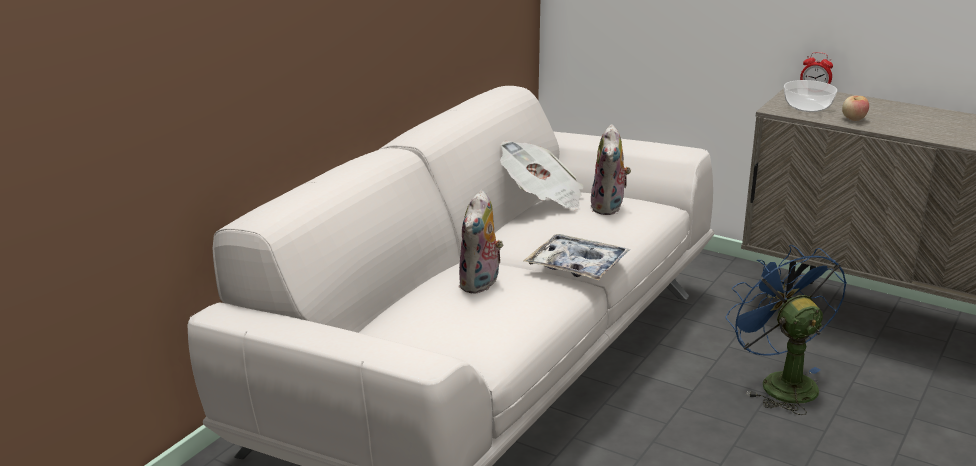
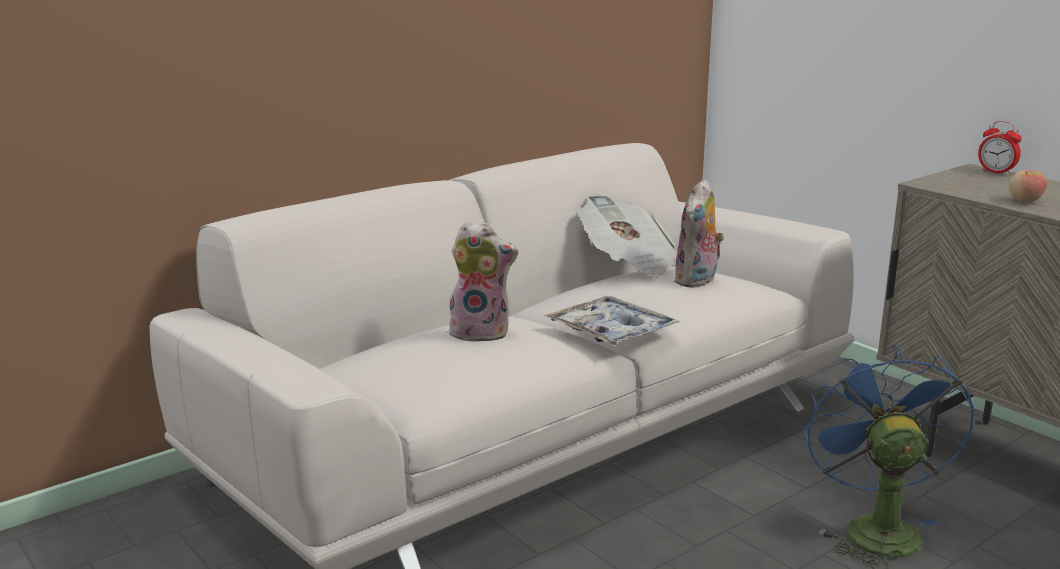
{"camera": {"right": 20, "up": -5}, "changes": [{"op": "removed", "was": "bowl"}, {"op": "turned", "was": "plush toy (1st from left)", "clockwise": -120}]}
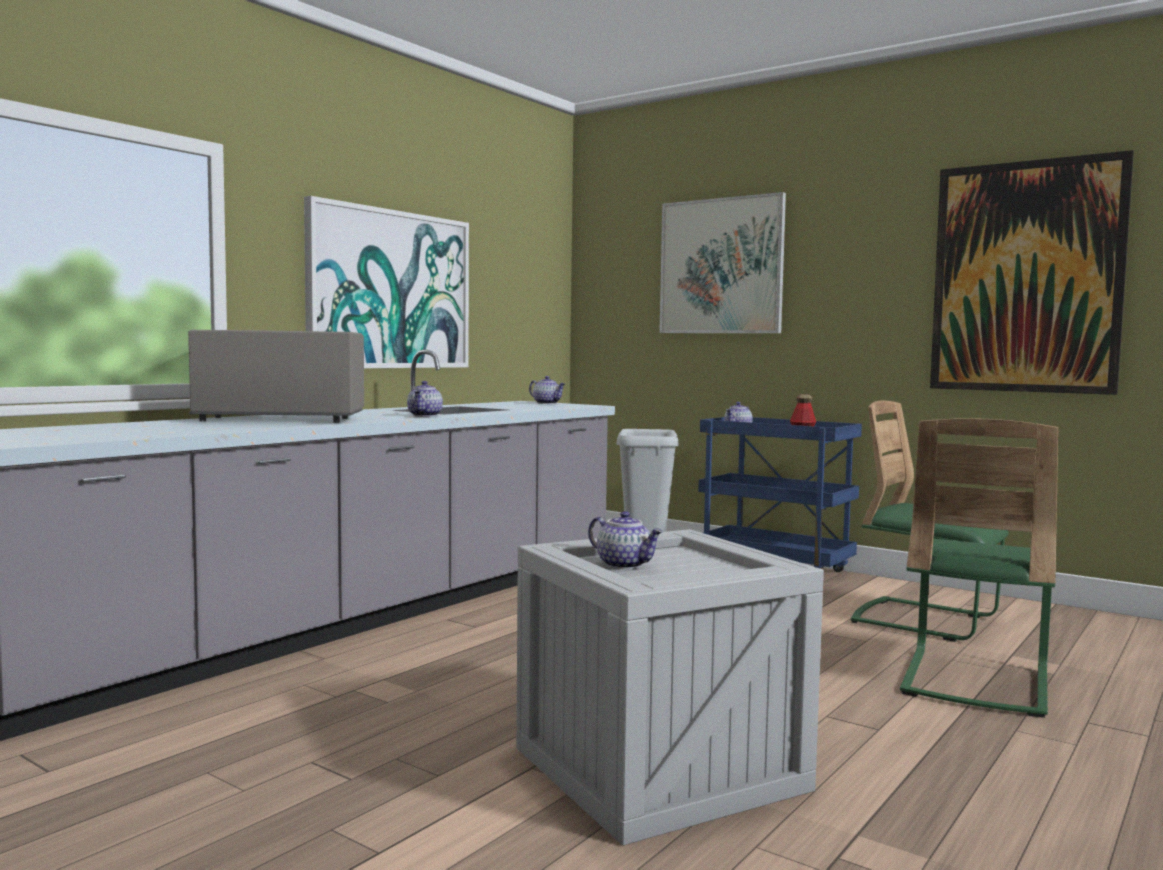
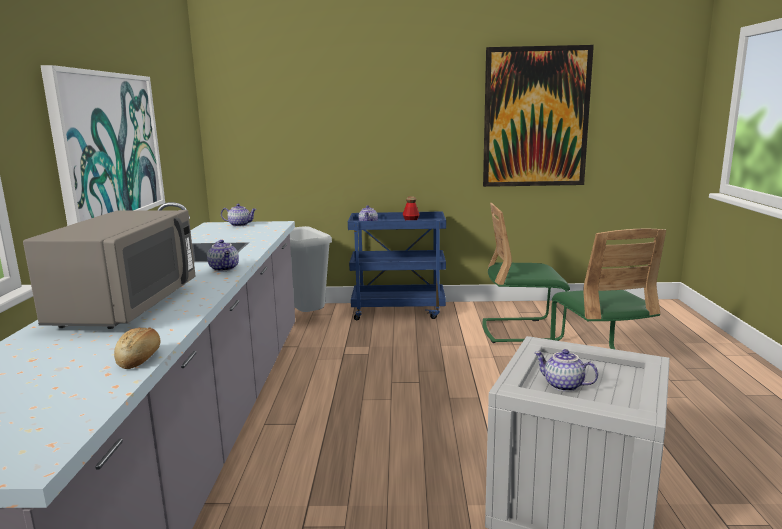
{"camera": {"right": -35, "up": 10}, "changes": [{"op": "removed", "was": "picture (2nd from left)"}, {"op": "added", "now": "bread"}, {"op": "turned", "was": "microwave/grey", "clockwise": 135}, {"op": "turned", "was": "teapot (3rd from left in the first image)", "clockwise": -150}]}
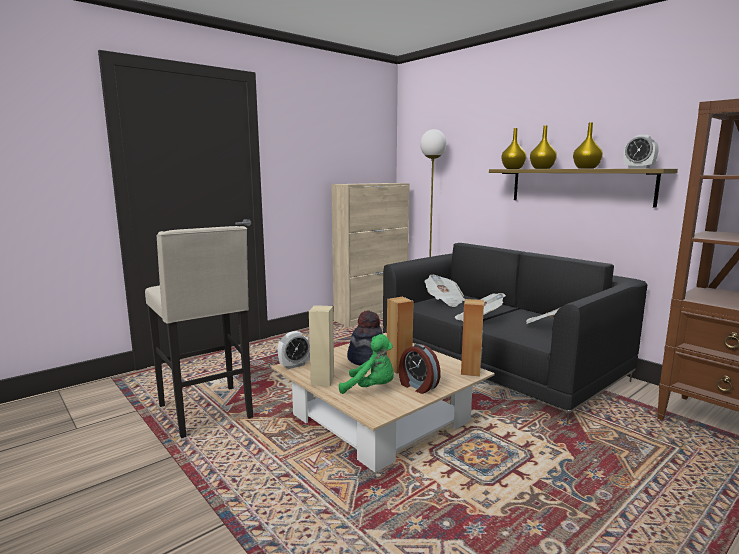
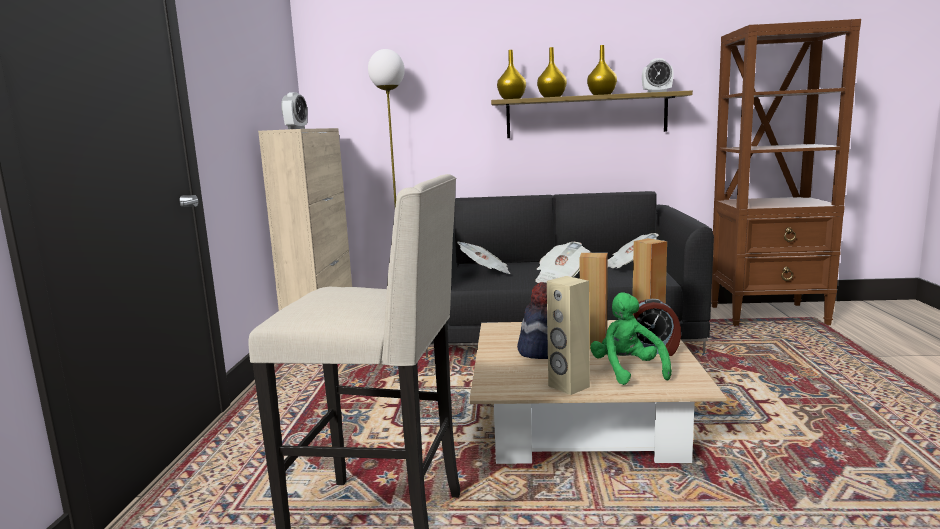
{"camera": {"right": -45, "up": 0}, "changes": [{"op": "moved", "was": "alarm clock (1st from left)"}, {"op": "turned", "was": "plush toy/green", "clockwise": -75}]}
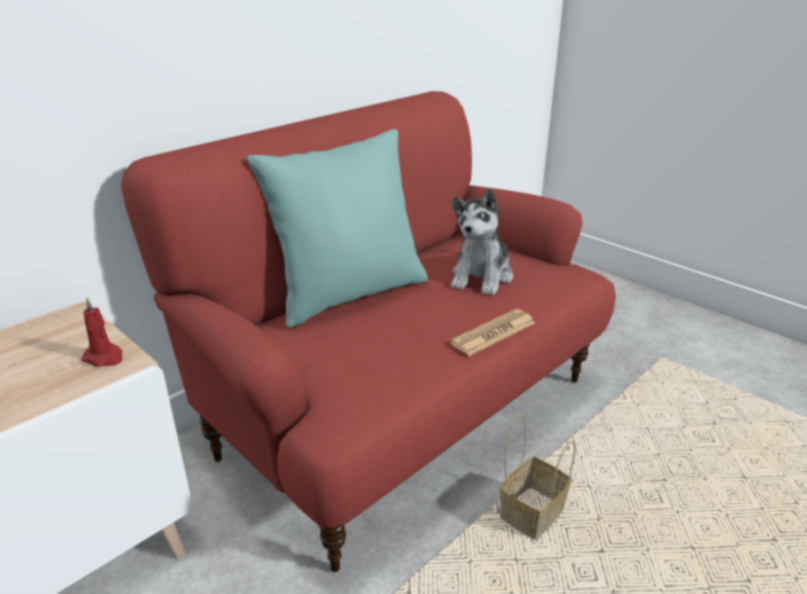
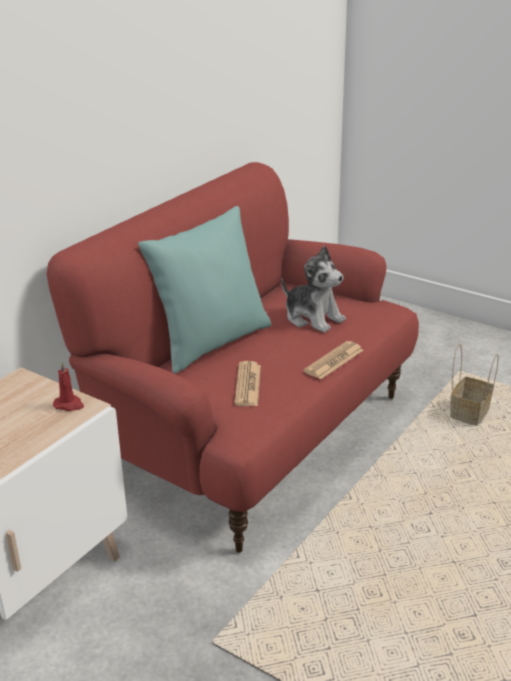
{"camera": {"right": -10, "up": 0}, "changes": [{"op": "added", "now": "newspaper (1st from left)"}, {"op": "moved", "was": "basket"}, {"op": "turned", "was": "plush toy", "clockwise": -60}]}
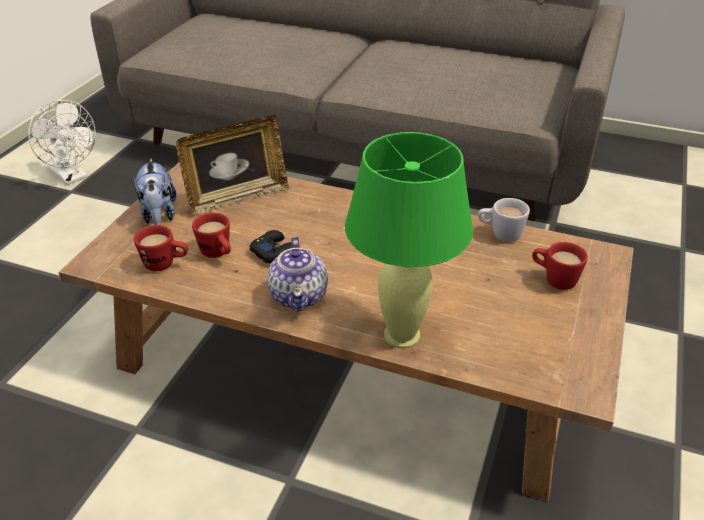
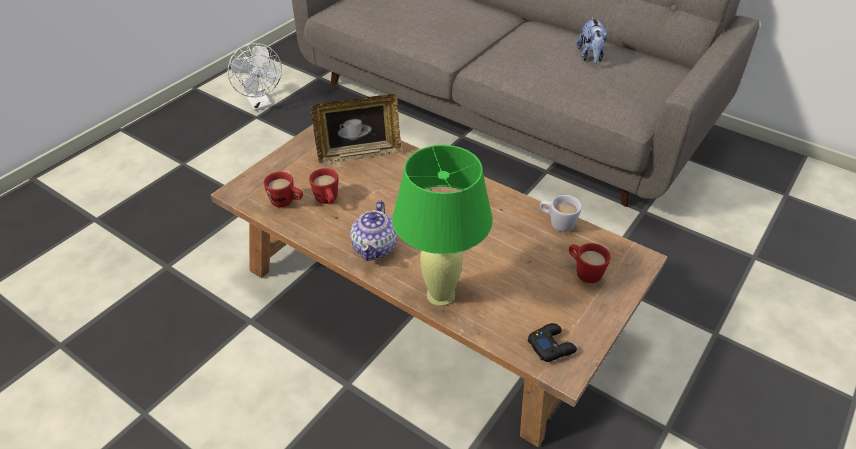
{"camera": {"right": 15, "up": 5}, "changes": [{"op": "moved", "was": "plush toy"}, {"op": "moved", "was": "game controller/black"}]}
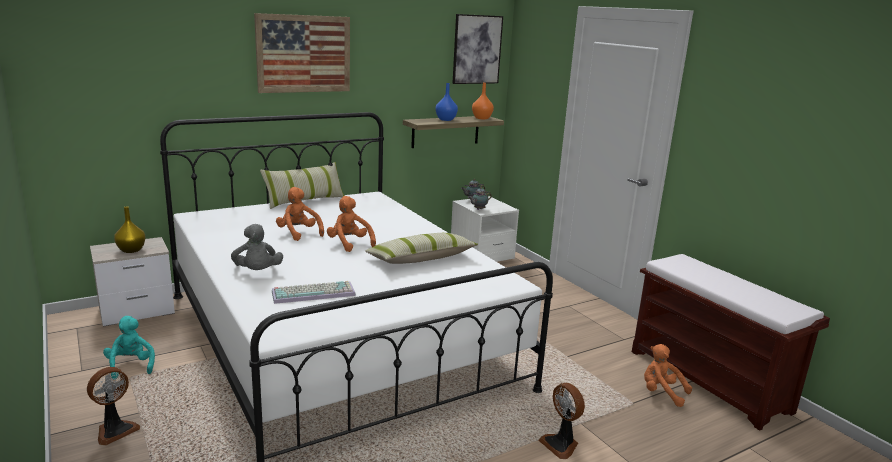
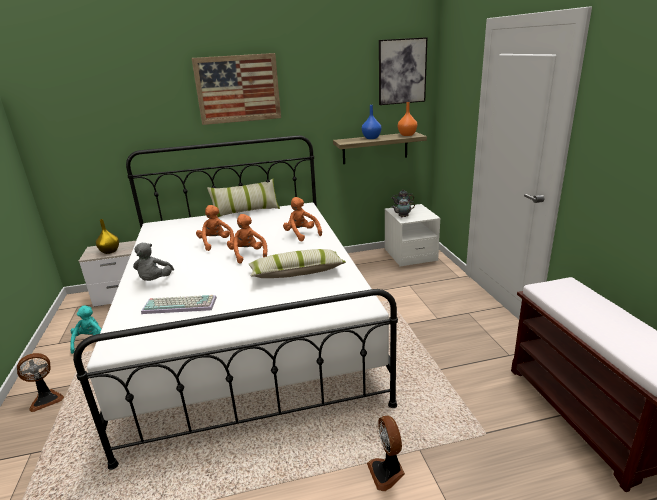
{"camera": {"right": 20, "up": 5}, "changes": [{"op": "moved", "was": "plush toy/orange (3rd from left)"}]}
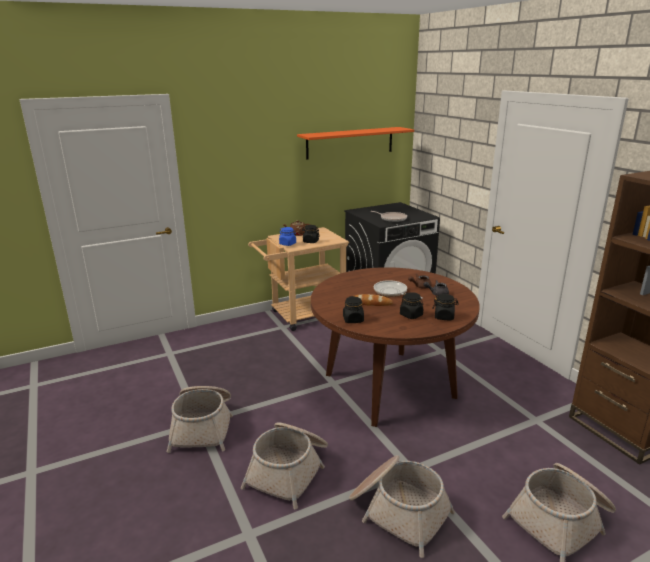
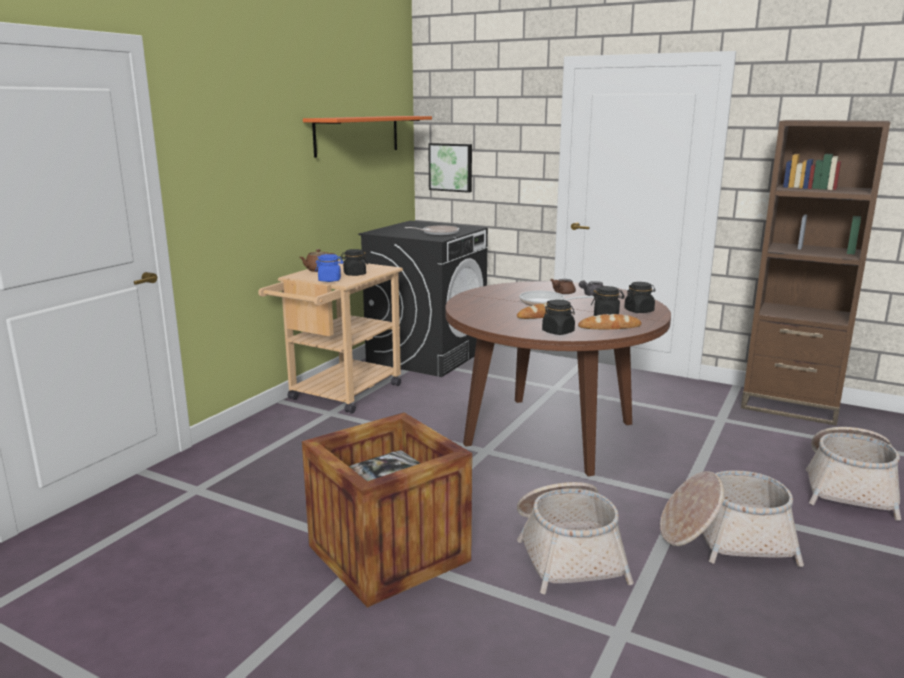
{"camera": {"right": -35, "up": -5}, "changes": [{"op": "added", "now": "picture"}, {"op": "added", "now": "bread (2nd from left)"}, {"op": "replaced", "was": "basket (1st from left)", "now": "crate"}]}
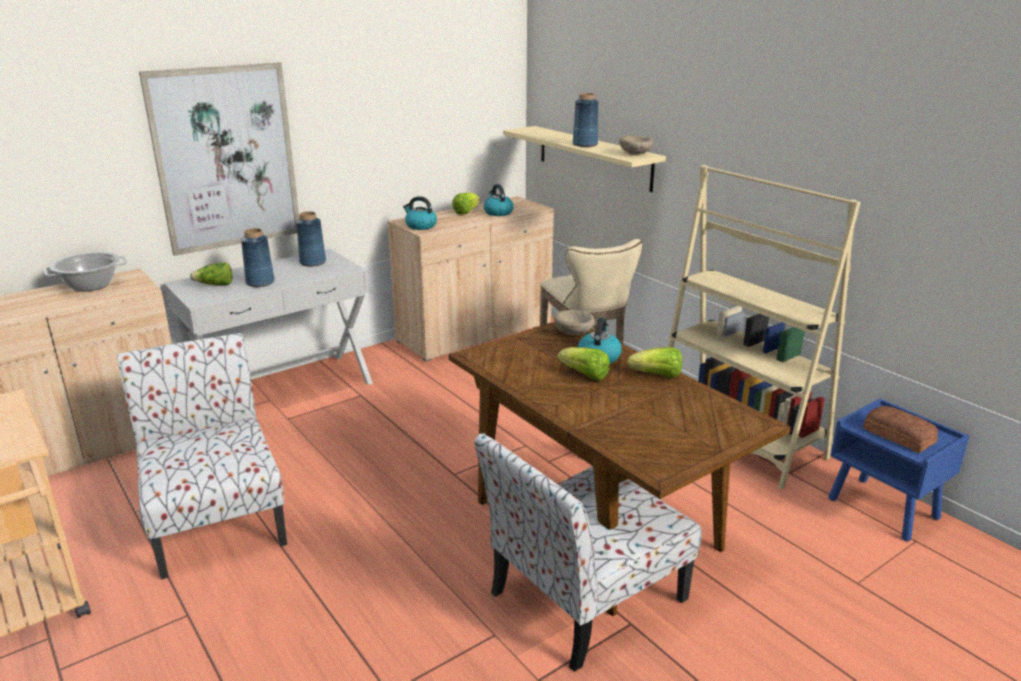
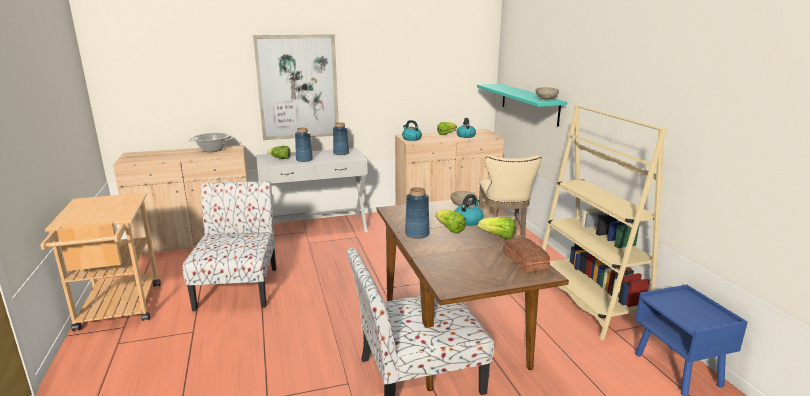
{"camera": {"right": 20, "up": -5}, "changes": [{"op": "moved", "was": "vase/blue (3rd from left)"}, {"op": "moved", "was": "bread"}, {"op": "recoloured", "was": "shelf/beige", "now": "shelf/turquoise"}]}
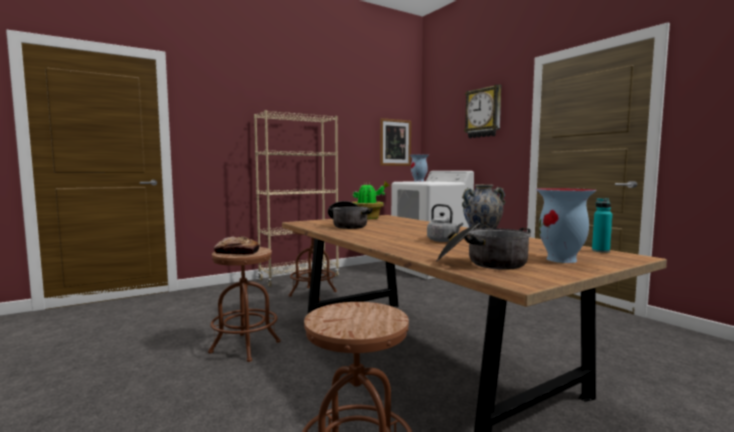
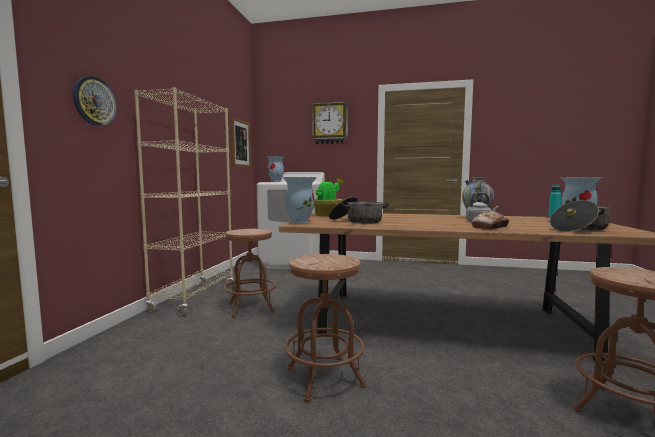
{"camera": {"right": -45, "up": 0}, "changes": [{"op": "added", "now": "wall clock (1st from left)"}, {"op": "added", "now": "vase (2nd from left)"}, {"op": "moved", "was": "bread"}]}
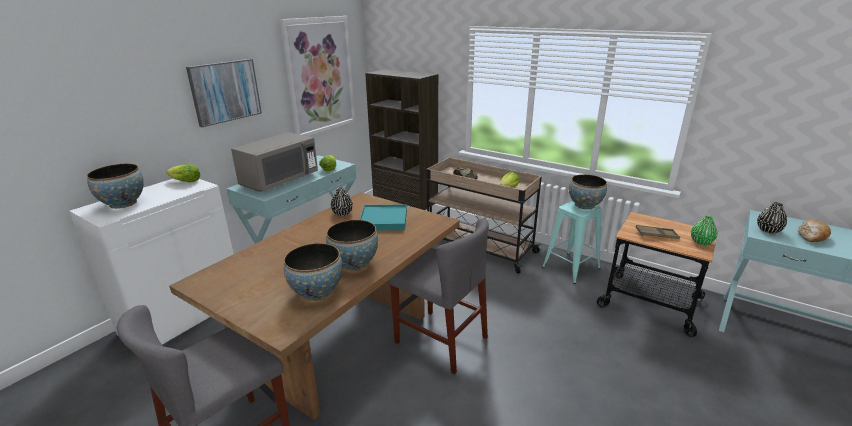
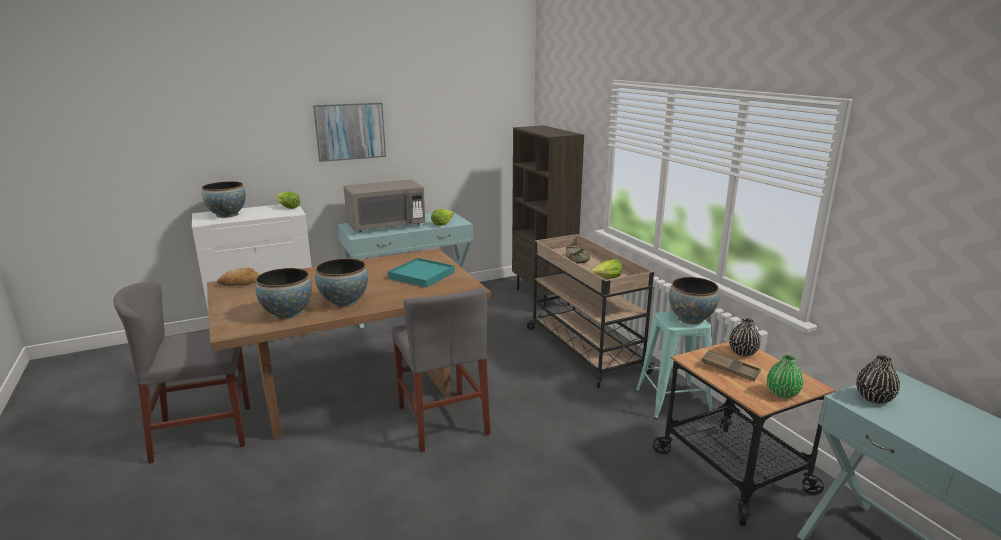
{"camera": {"right": 30, "up": -5}, "changes": [{"op": "removed", "was": "picture (2nd from left)"}, {"op": "moved", "was": "vase/black (1st from left)"}, {"op": "moved", "was": "bread (2nd from left in the first image)", "now": "bread (1st from left)"}]}
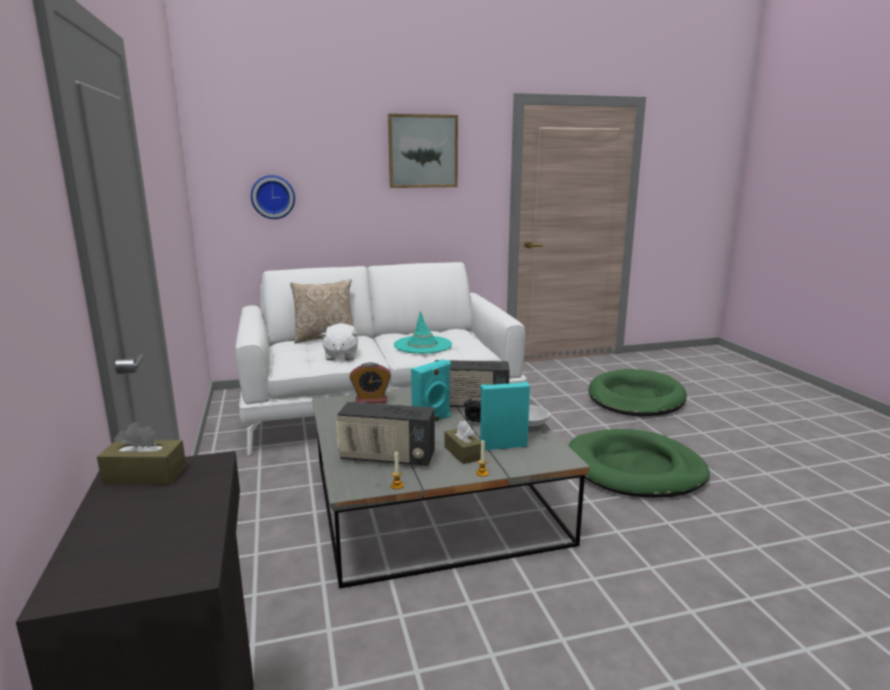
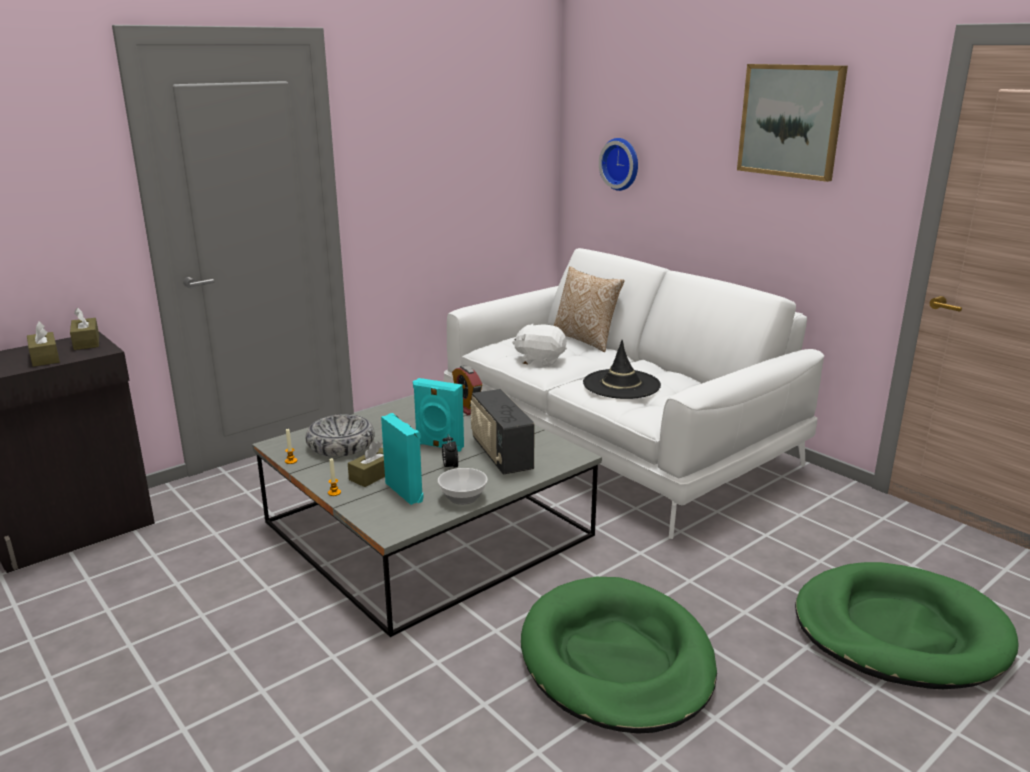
{"camera": {"right": 65, "up": 5}, "changes": [{"op": "added", "now": "tissue box/brown (1st from left)"}, {"op": "replaced", "was": "radio (1st from left)", "now": "bowl (1st from left)"}, {"op": "recoloured", "was": "hat/turquoise", "now": "hat/black"}, {"op": "turned", "was": "plush toy/white", "clockwise": 45}]}
